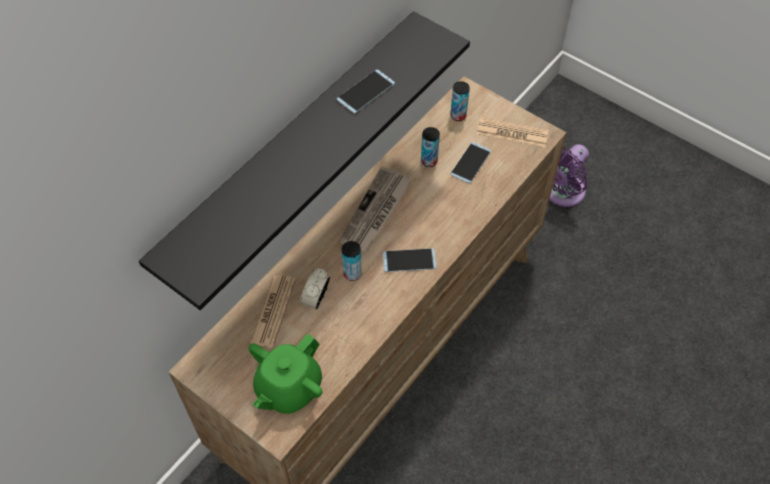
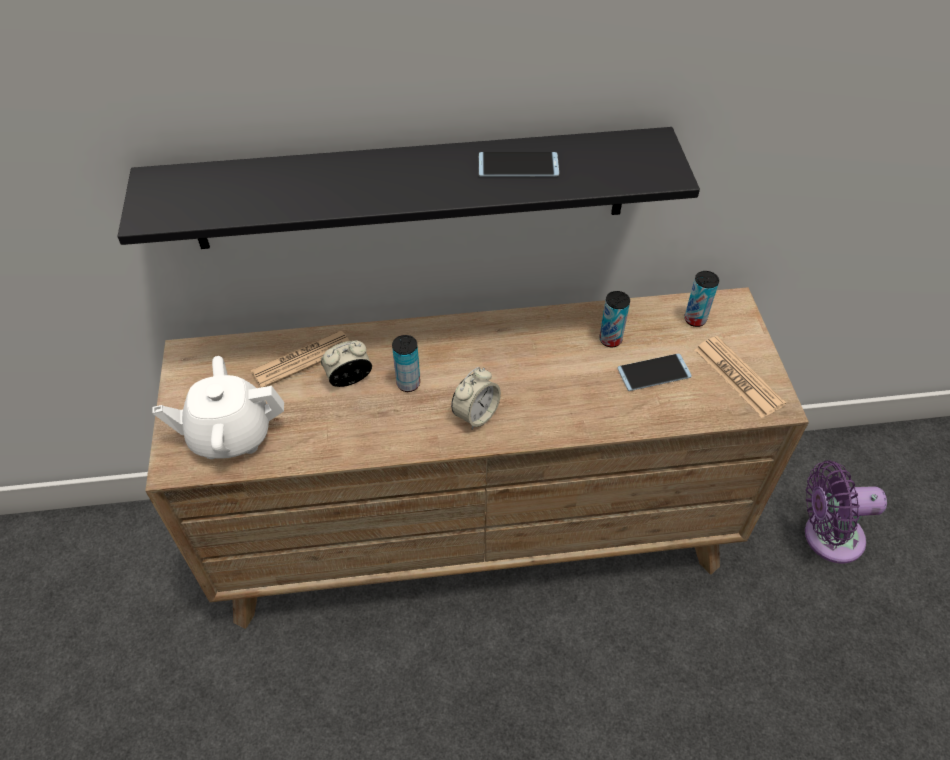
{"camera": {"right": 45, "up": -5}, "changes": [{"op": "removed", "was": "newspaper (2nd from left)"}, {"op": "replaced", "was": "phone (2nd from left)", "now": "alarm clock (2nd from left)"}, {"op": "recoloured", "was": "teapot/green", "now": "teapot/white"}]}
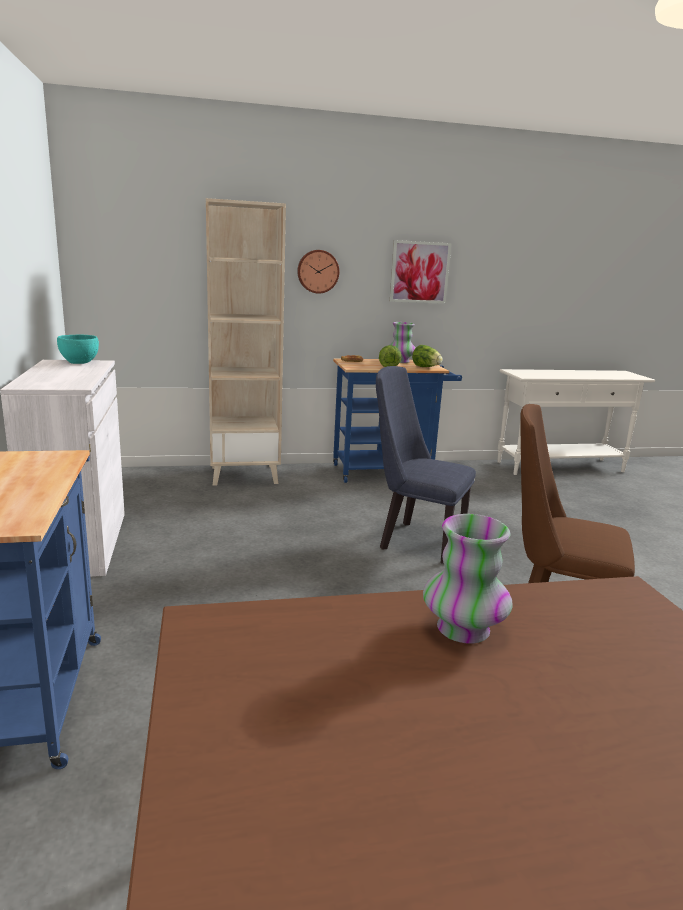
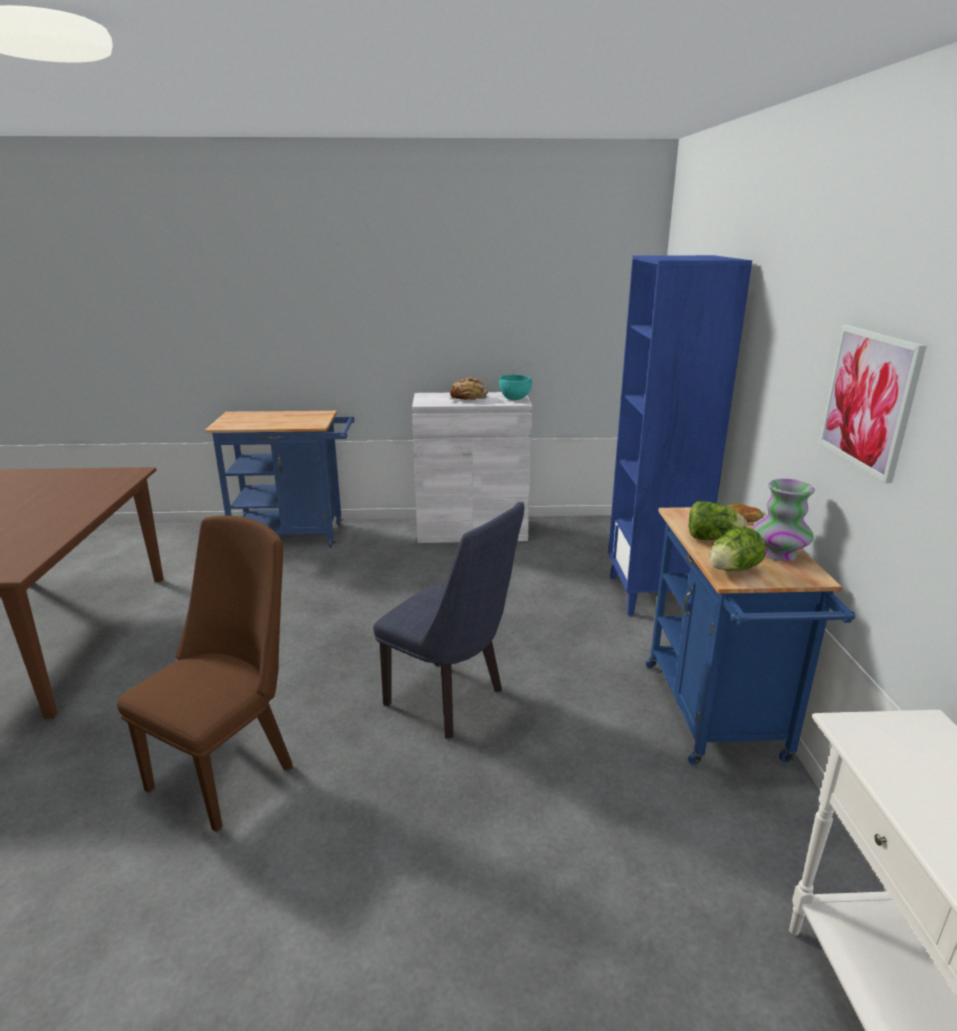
{"camera": {"right": 100, "up": 5}, "changes": [{"op": "removed", "was": "wall clock"}, {"op": "removed", "was": "vase (2nd from left)"}, {"op": "added", "now": "bread (1st from left)"}, {"op": "recoloured", "was": "bookcase/beige", "now": "bookcase/blue"}, {"op": "turned", "was": "chair/blue", "clockwise": 90}]}
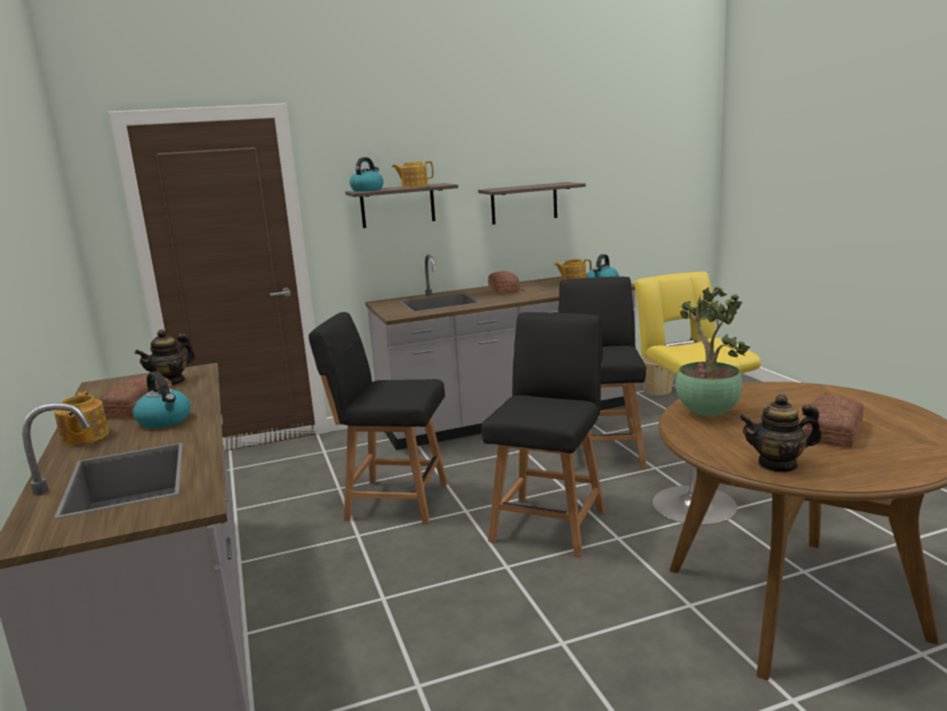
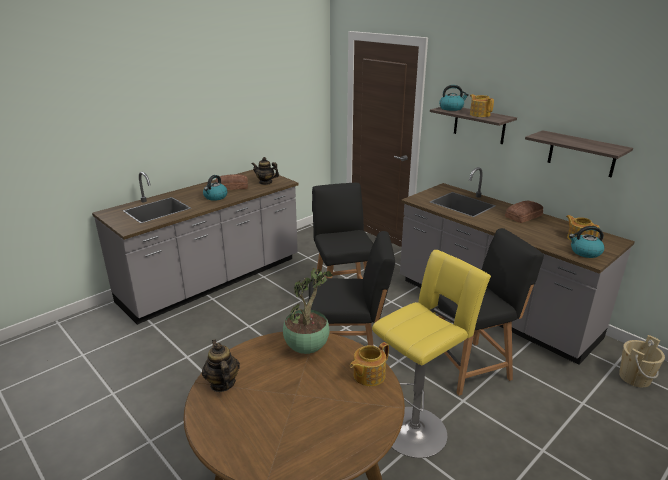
{"camera": {"right": 65, "up": 10}, "changes": [{"op": "removed", "was": "bread (3rd from left)"}, {"op": "moved", "was": "teapot (1st from left in the first image)", "now": "teapot (3rd from left)"}]}
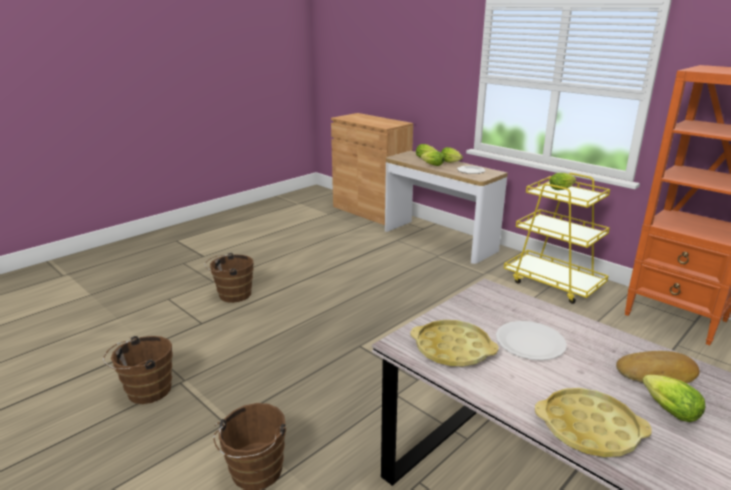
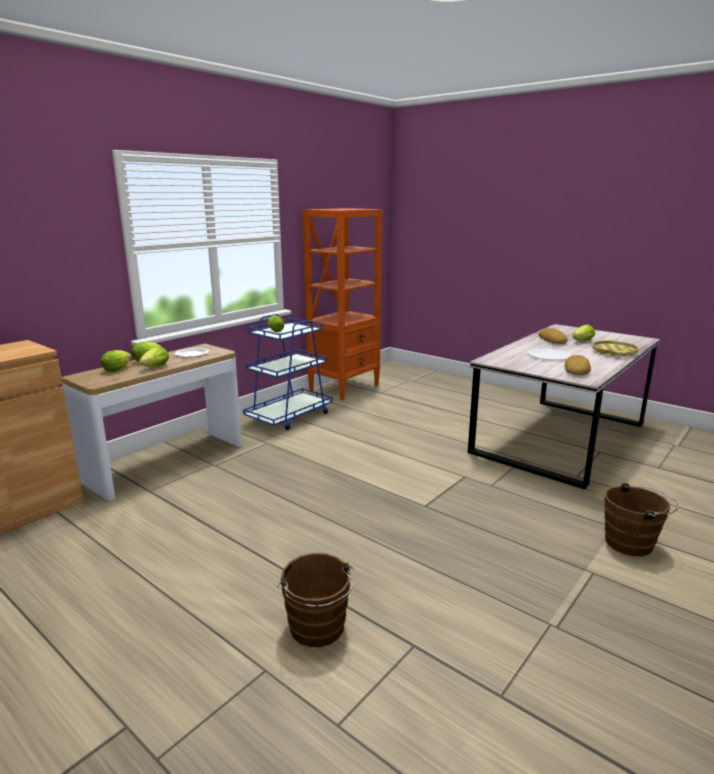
{"camera": {"right": -95, "up": -5}, "changes": [{"op": "removed", "was": "bucket/brown (1st from left)"}, {"op": "replaced", "was": "tray/yellow (1st from left)", "now": "bread (2nd from left)"}, {"op": "recoloured", "was": "cart/yellow", "now": "cart/blue"}]}
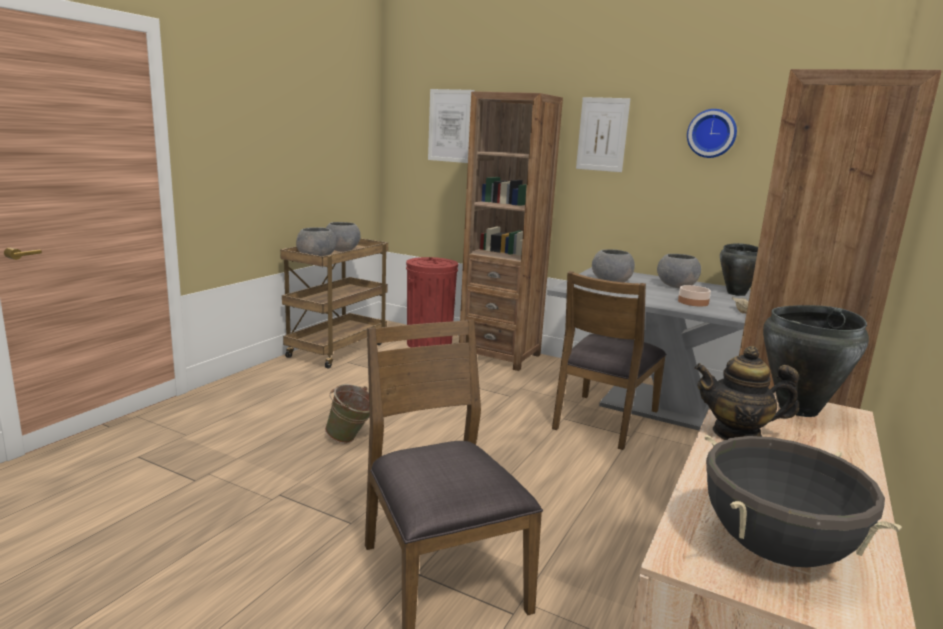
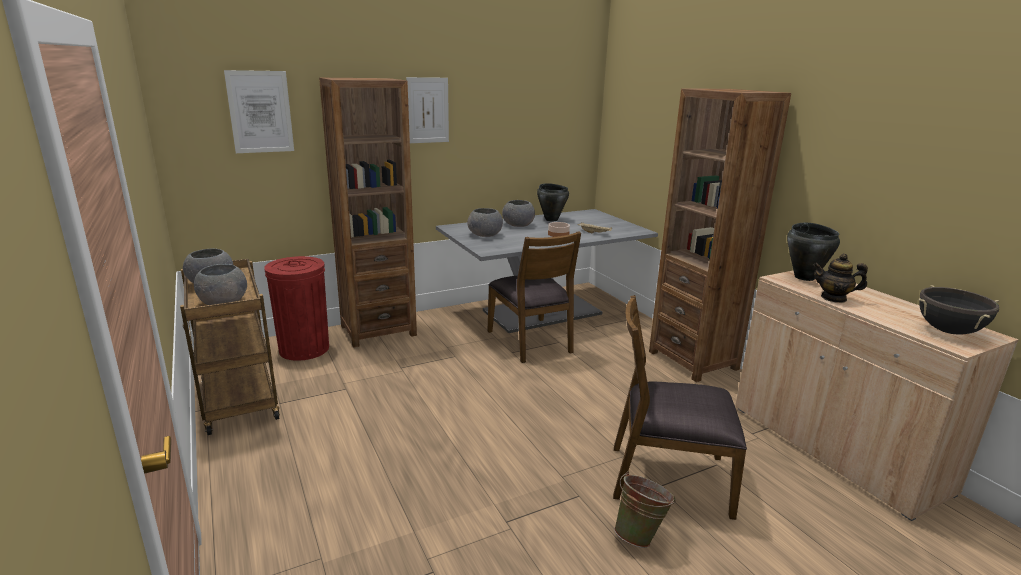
{"camera": {"right": -55, "up": 5}, "changes": [{"op": "removed", "was": "wall clock"}, {"op": "moved", "was": "bucket/green"}, {"op": "turned", "was": "teapot", "clockwise": 60}]}
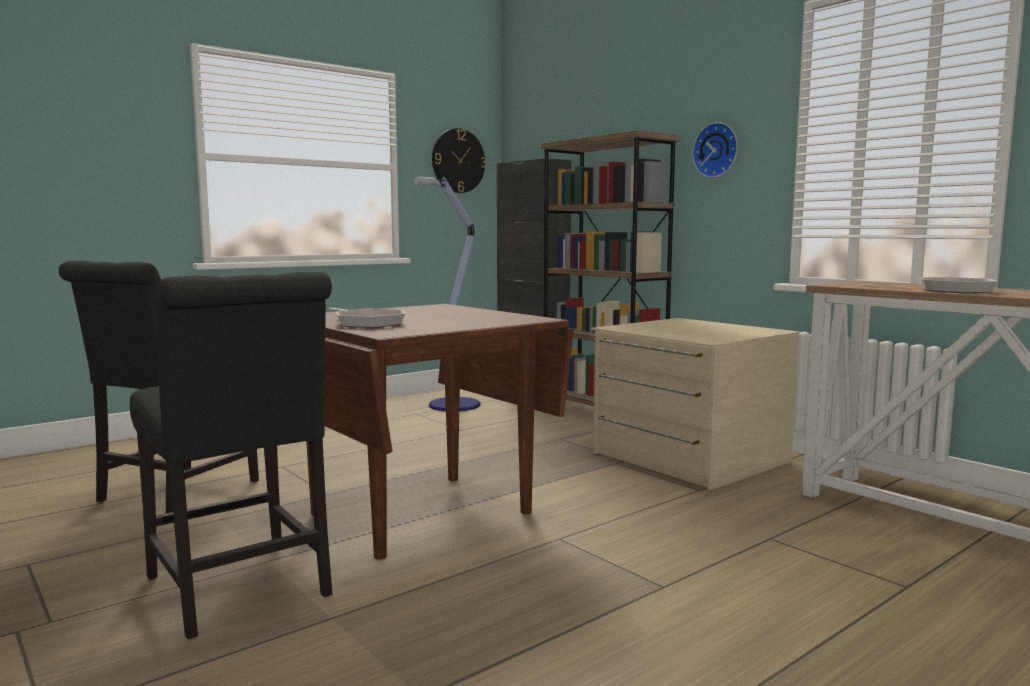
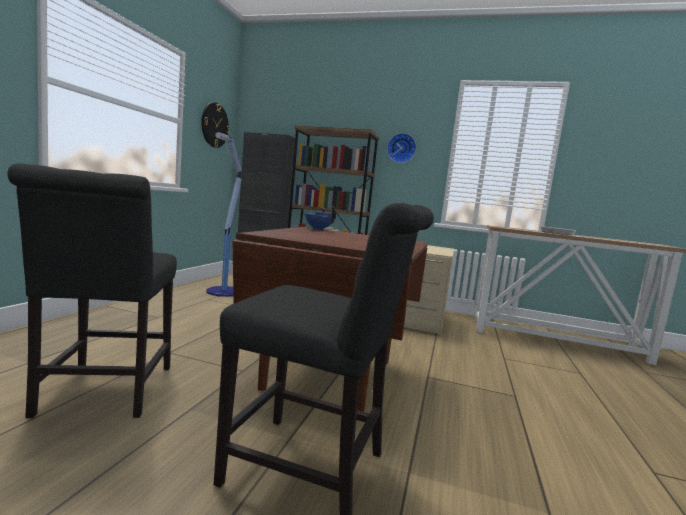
{"camera": {"right": -35, "up": 0}, "changes": [{"op": "removed", "was": "frying pan (1st from left)"}, {"op": "added", "now": "teapot/blue"}]}
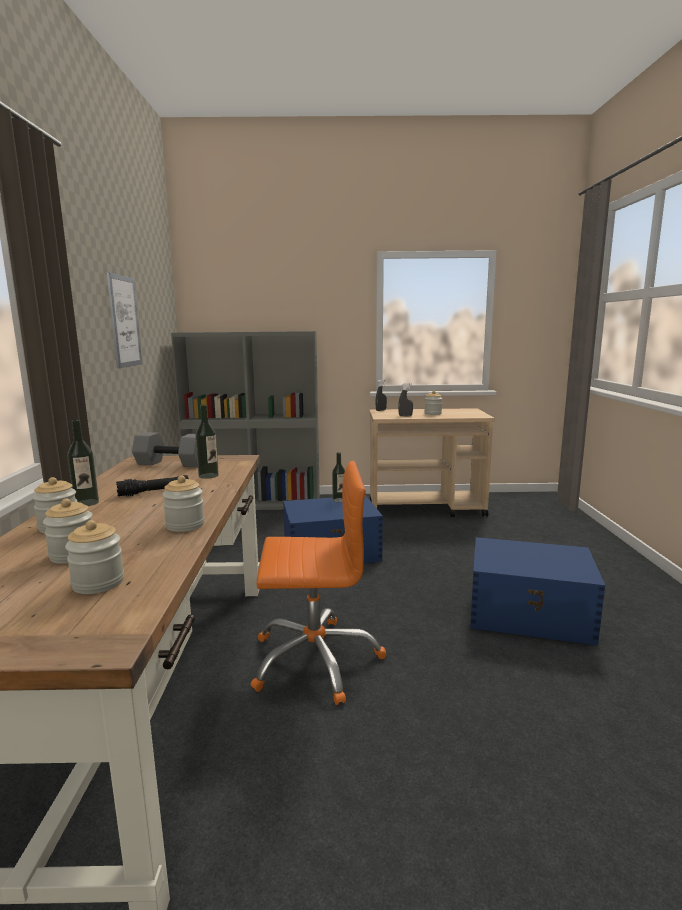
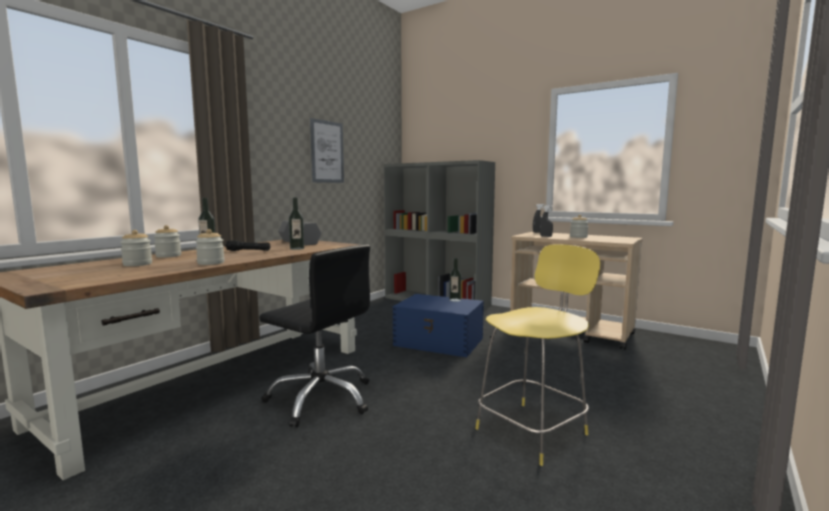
{"camera": {"right": 35, "up": -5}, "changes": [{"op": "removed", "was": "jar (3rd from left)"}, {"op": "replaced", "was": "storage box/blue (2nd from left)", "now": "stool/yellow"}, {"op": "recoloured", "was": "office chair/orange", "now": "office chair/black"}]}
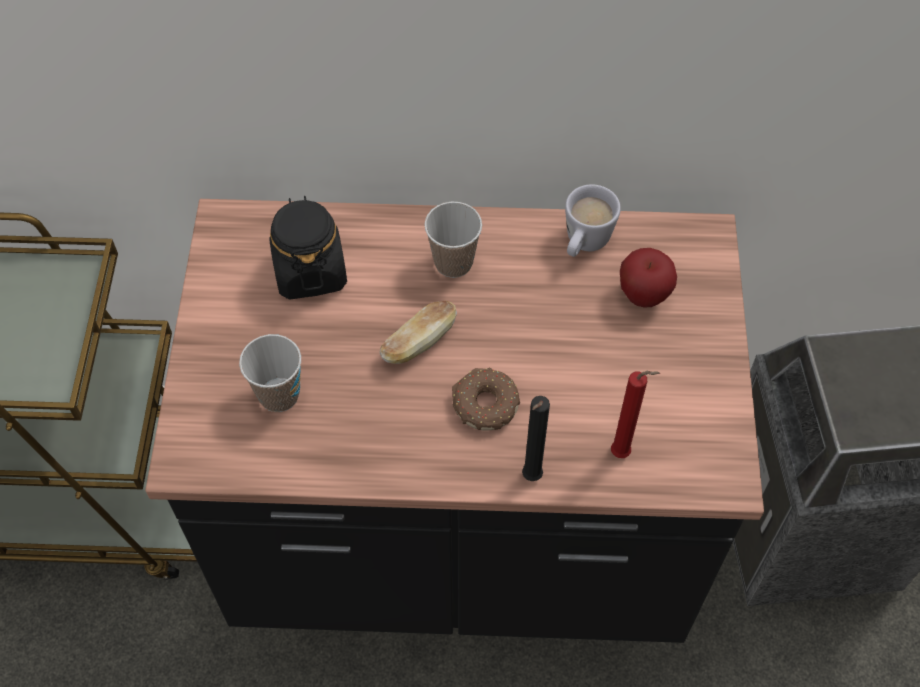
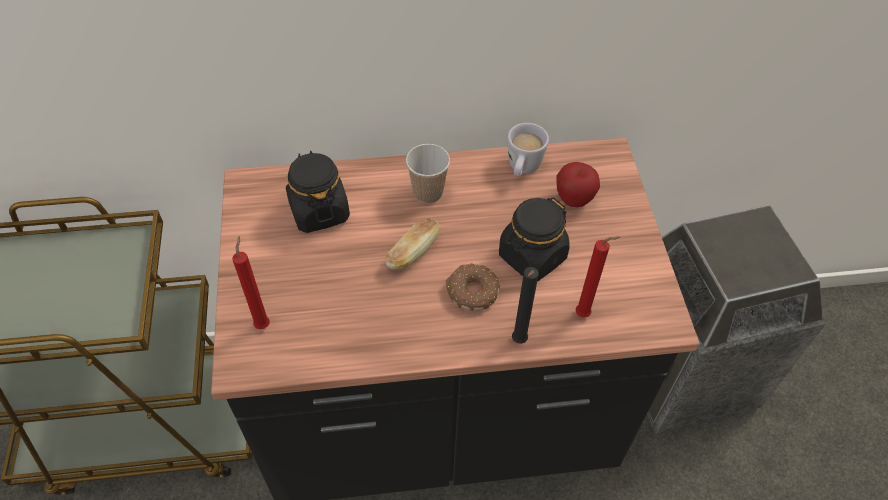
{"camera": {"right": -10, "up": -5}, "changes": [{"op": "removed", "was": "cup (1st from left)"}, {"op": "added", "now": "candle/red (1st from left)"}, {"op": "added", "now": "jar/black (2nd from left)"}]}
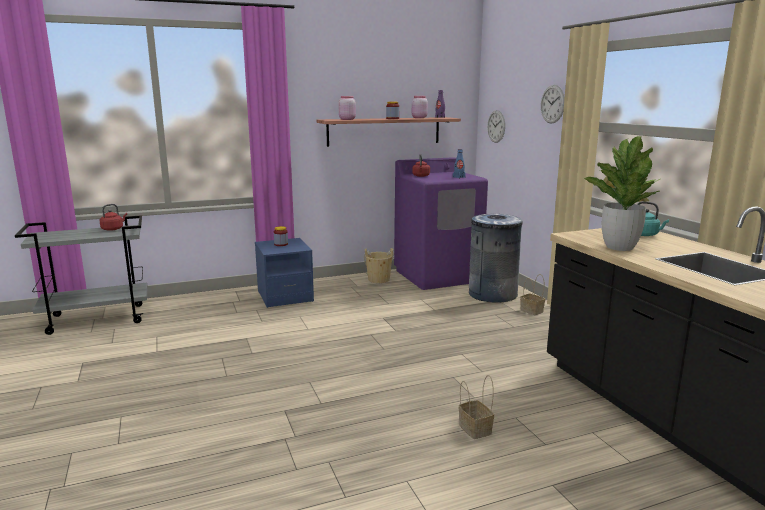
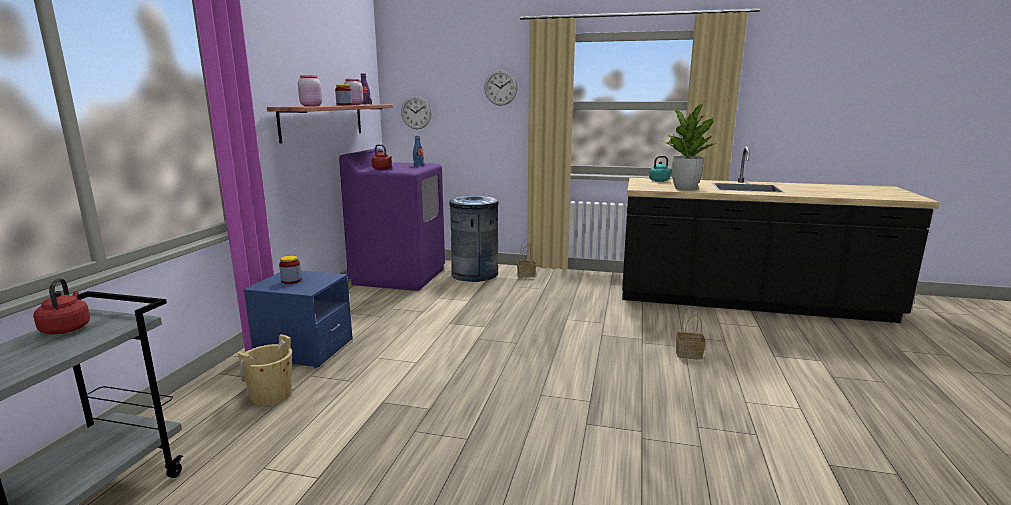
{"camera": {"right": -55, "up": 0}, "changes": [{"op": "moved", "was": "bucket/beige"}]}
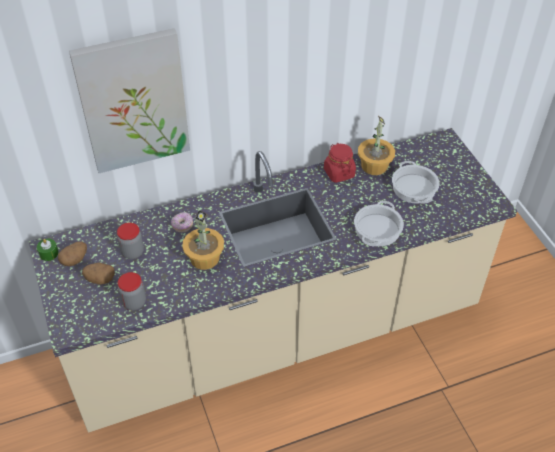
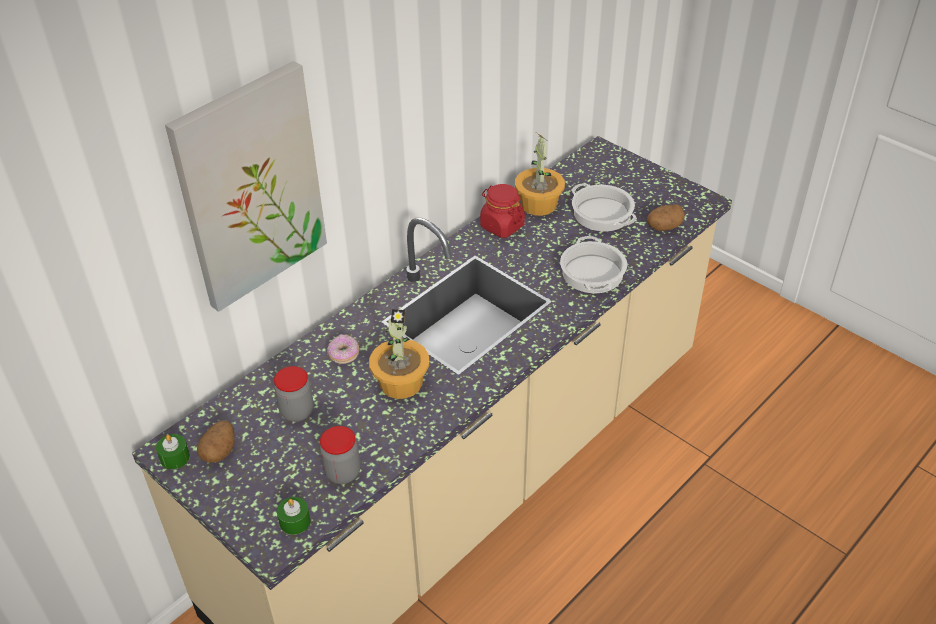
{"camera": {"right": -25, "up": -5}, "changes": [{"op": "added", "now": "candle/green (2nd from left)"}, {"op": "moved", "was": "potato (2nd from left)"}]}
